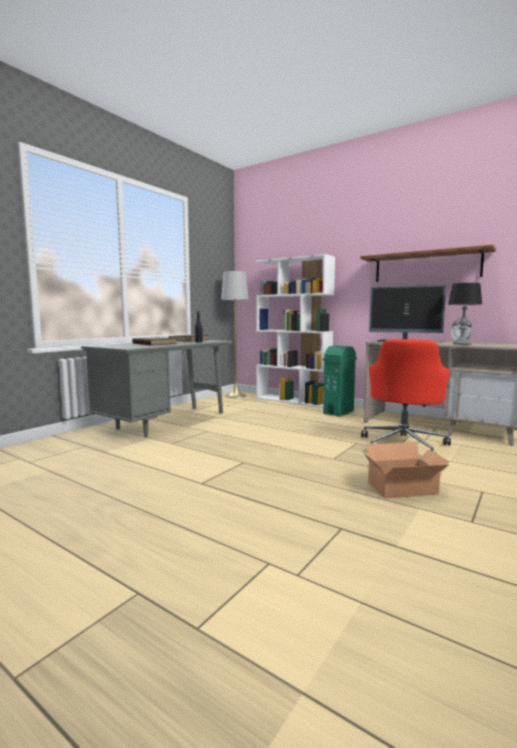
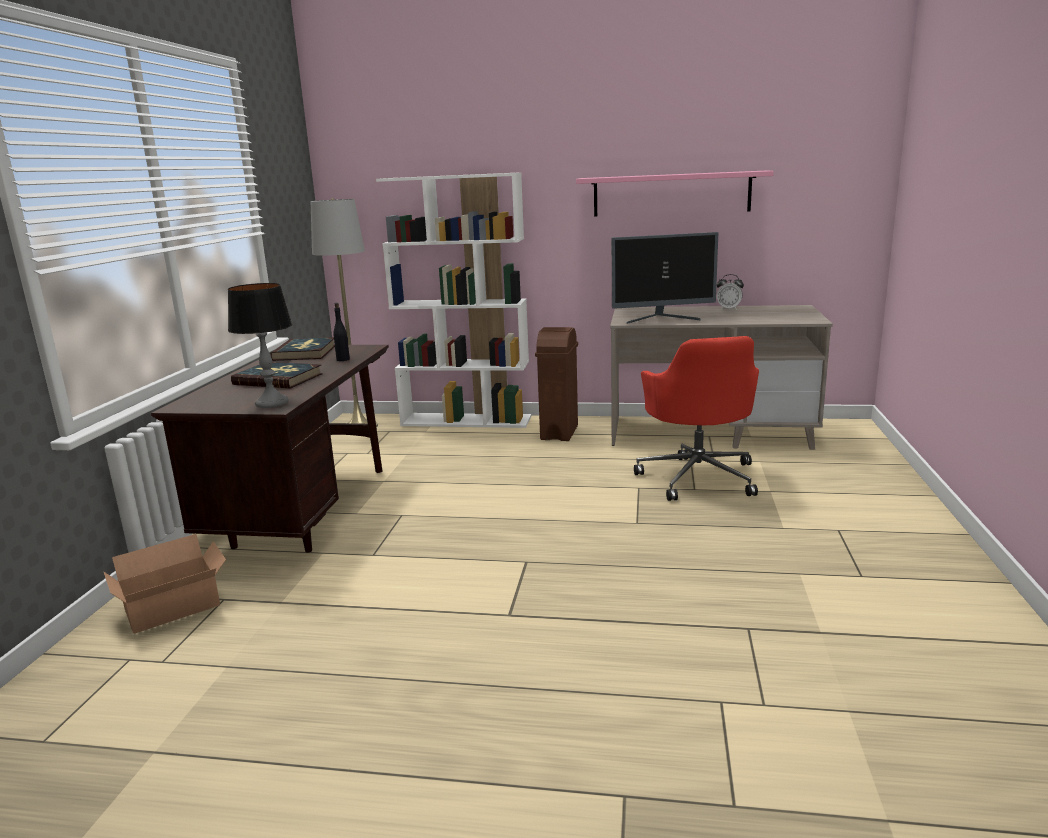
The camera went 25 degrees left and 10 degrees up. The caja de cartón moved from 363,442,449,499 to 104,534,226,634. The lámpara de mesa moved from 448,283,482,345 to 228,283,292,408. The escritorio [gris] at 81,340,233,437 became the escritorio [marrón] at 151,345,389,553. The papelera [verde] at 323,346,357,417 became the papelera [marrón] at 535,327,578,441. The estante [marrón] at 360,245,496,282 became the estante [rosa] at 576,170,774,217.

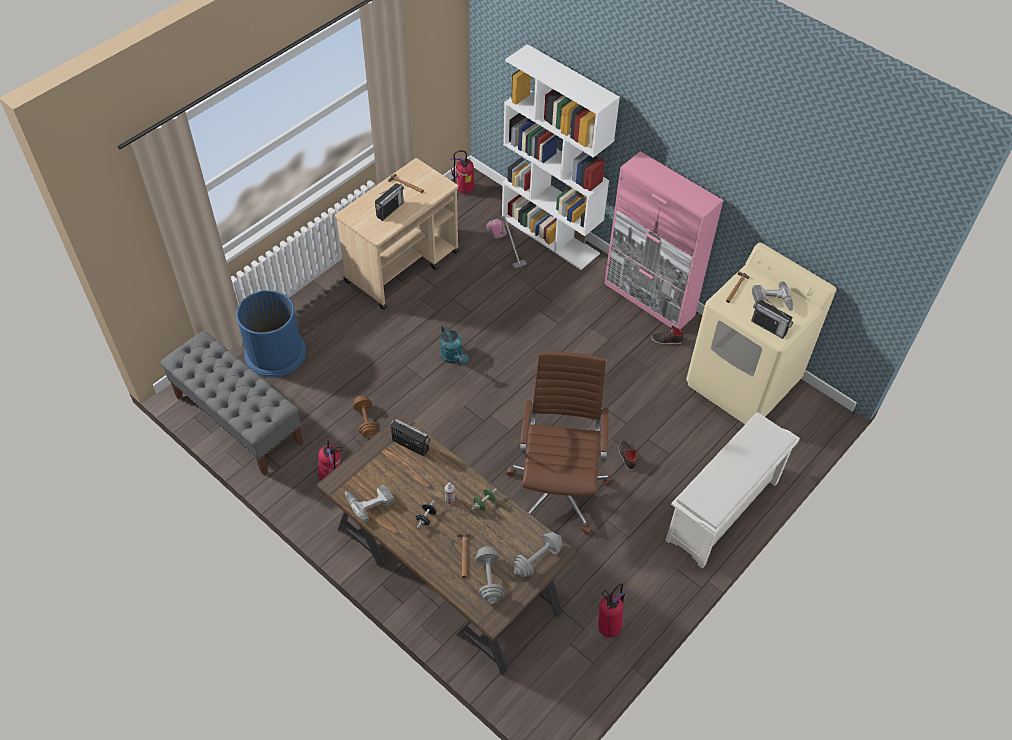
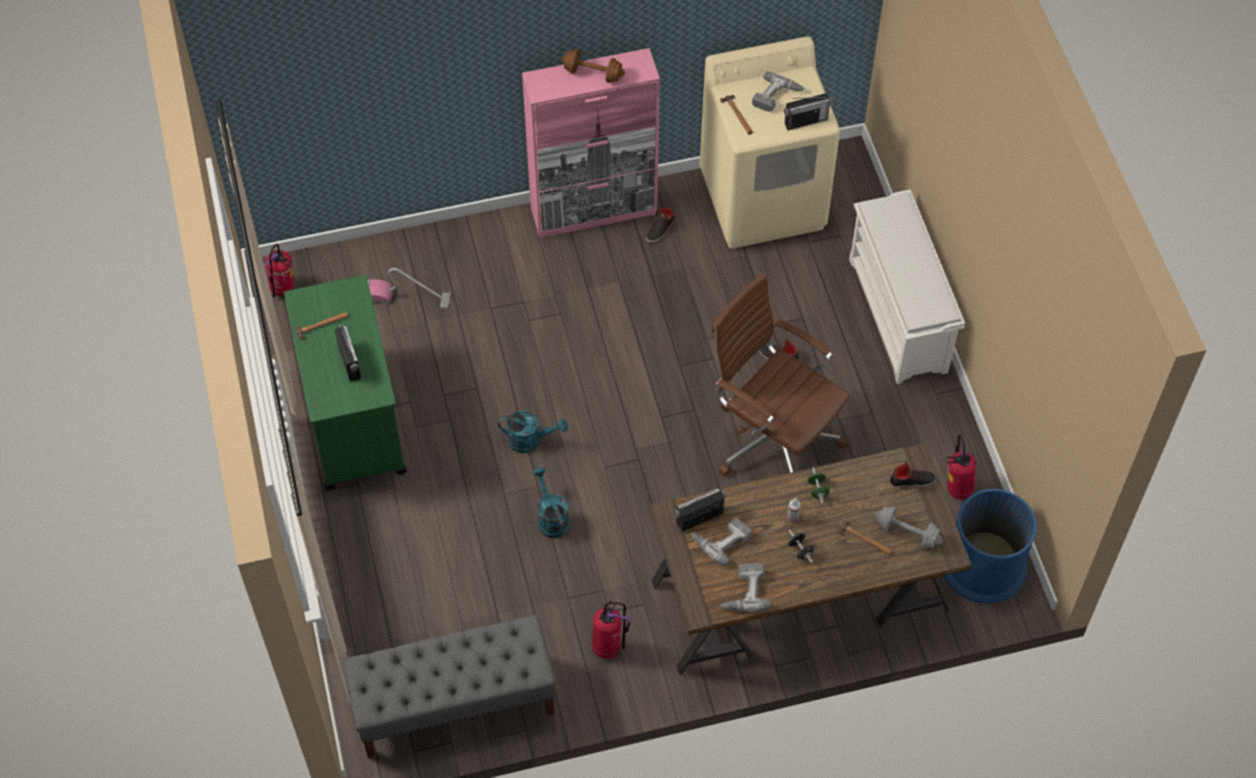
The camera went 55 degrees left and 5 degrees up. The estantería [blanco] at 502,44,620,270 disappeared. The regadera [turquesa] at 532,467,569,538 appeared. The taladro at 691,518,753,566 appeared. The papelera [azul] moved from 236,290,306,377 to 944,489,1037,604. The mancuerna [marrón] moved from 353,395,378,438 to 561,49,625,83. The mancuerna [gris] at 513,532,563,577 was replaced by the zapato [negro] at 889,461,936,488. The carrito [beis] at 335,158,459,310 became the carrito [verde] at 284,275,407,490.

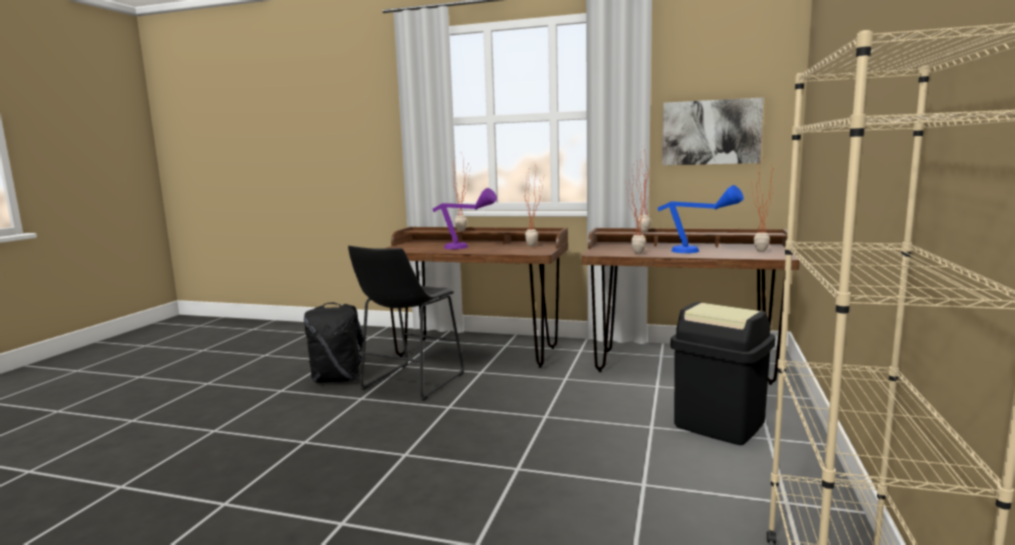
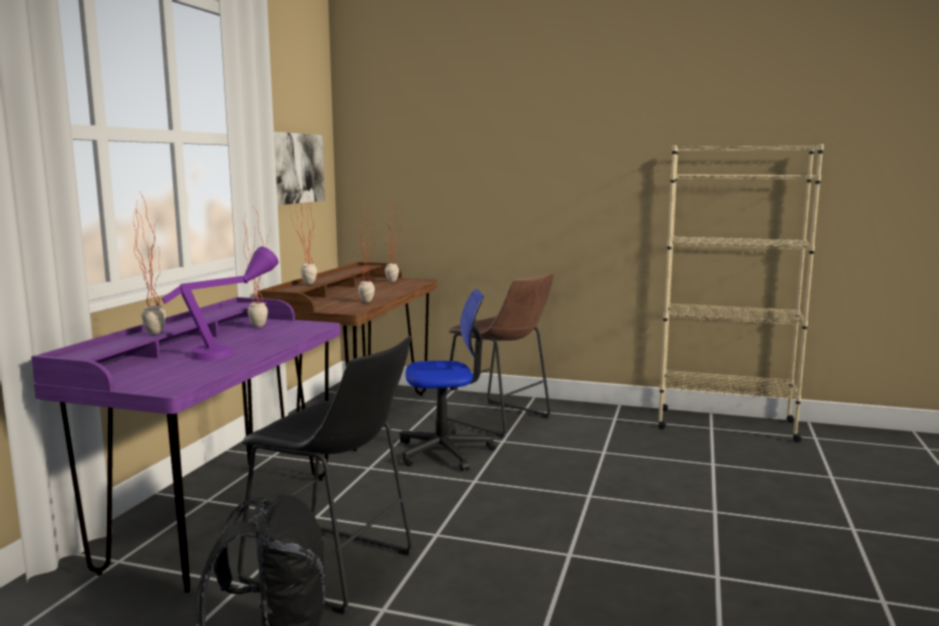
The camera went 90 degrees left and 0 degrees up. The lámpara de mesa [azul] at 658,185,744,253 disappeared. The silla de oficina at 400,289,497,471 appeared. The papelera [negro] at 670,302,776,445 was replaced by the taburete [marrón] at 446,272,554,438. The escritorio [marrón] at 386,227,568,368 became the escritorio [morado] at 31,297,341,593.

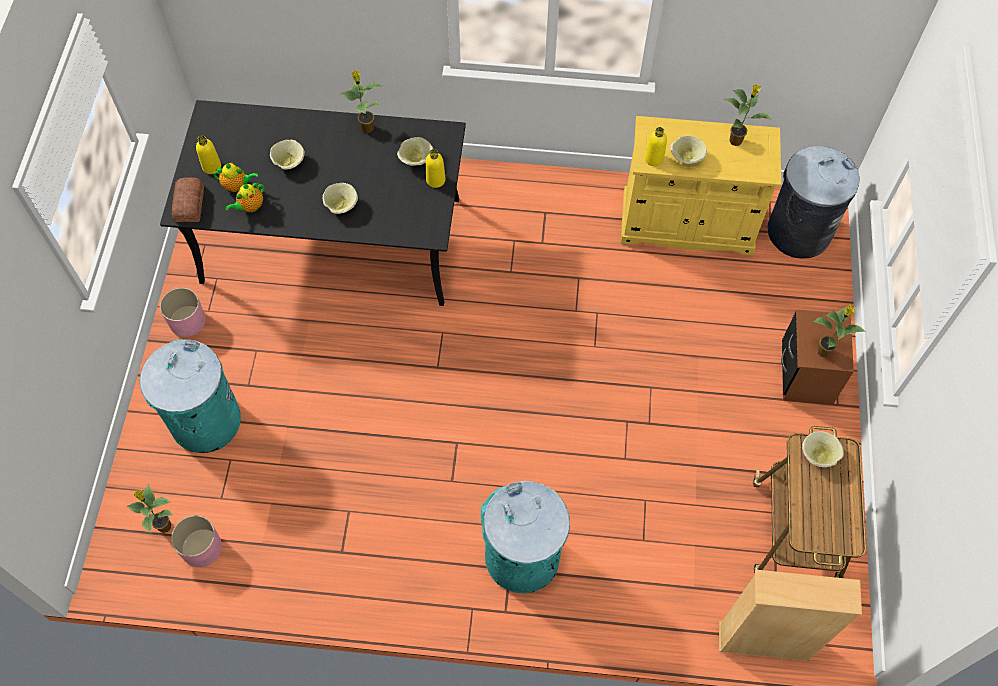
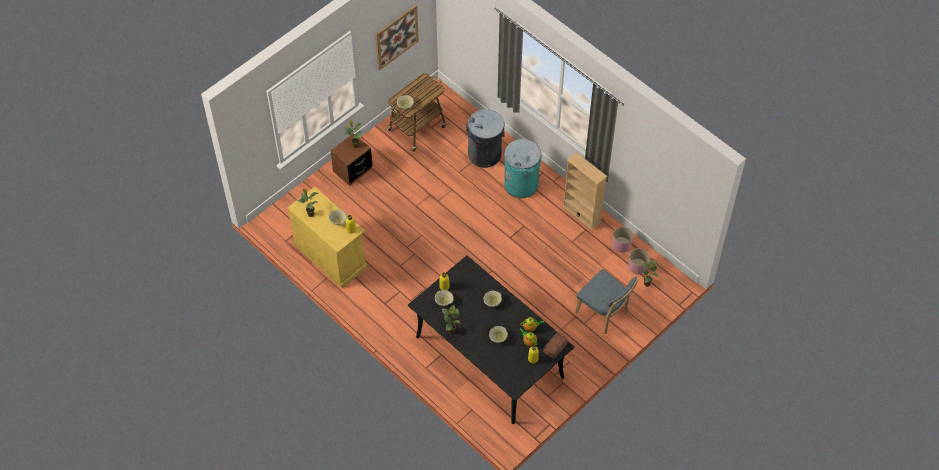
The camera went 140 degrees left and 5 degrees down. The cuadro at 375,5,419,71 appeared. The maceta [rosa] moved from 160,288,206,337 to 612,227,633,253. The estantería [beis] moved from 719,569,862,661 to 562,152,607,230. The papelera [gris] moved from 768,146,860,259 to 466,109,505,168. The papelera [turquesa] at 140,339,241,453 was replaced by the silla [azul] at 575,269,638,334.

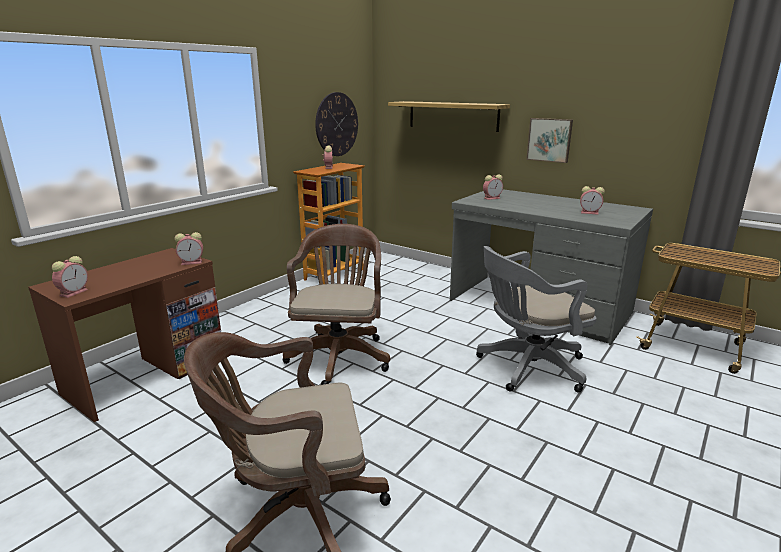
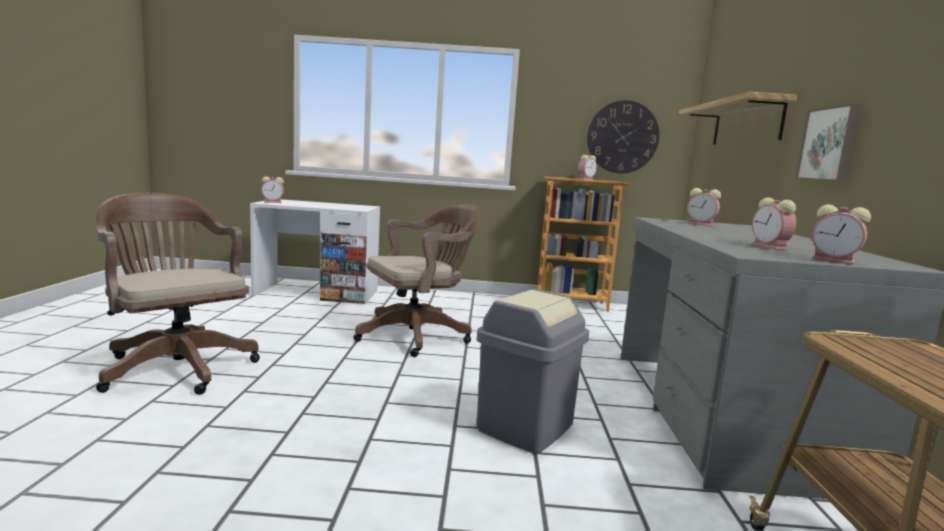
The camera went 55 degrees right and 10 degrees down. The despertador moved from 175,232,203,265 to 812,204,871,265. The silla de oficina [gris] at 476,246,596,393 was replaced by the papelera [gris] at 476,289,589,454. The escritorio [marrón] at 28,248,221,422 became the escritorio [blanco] at 250,199,380,304.

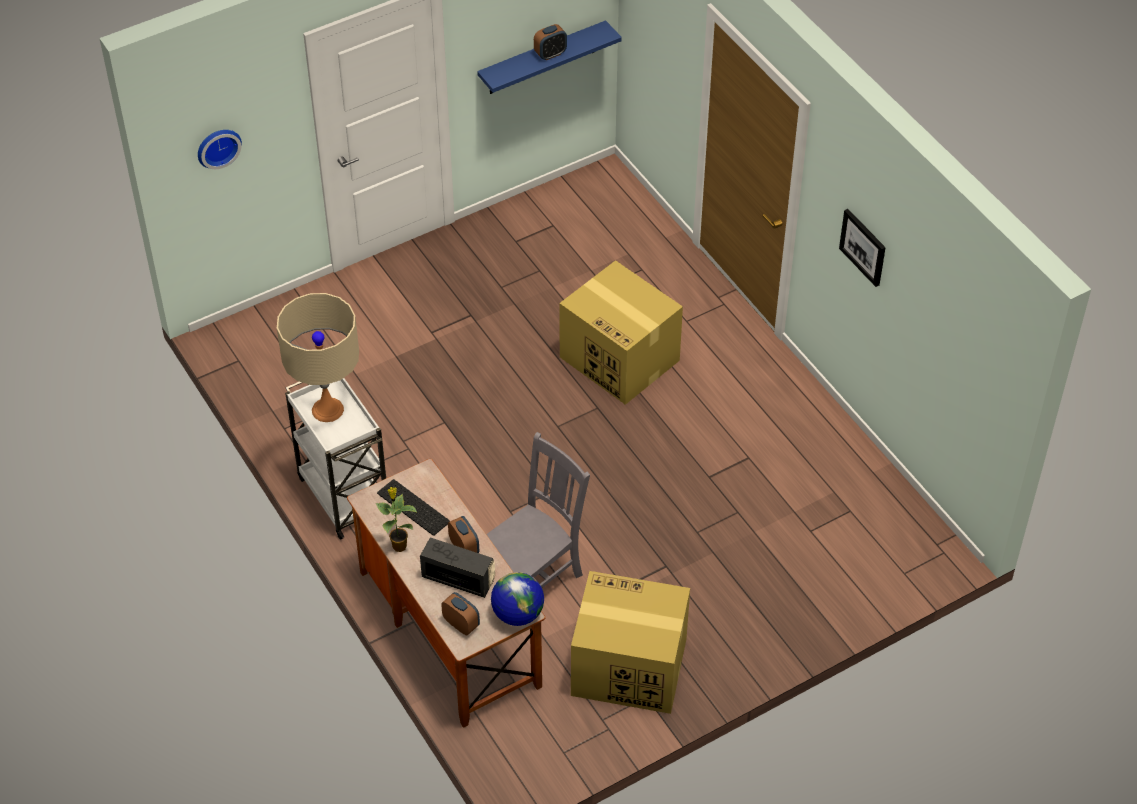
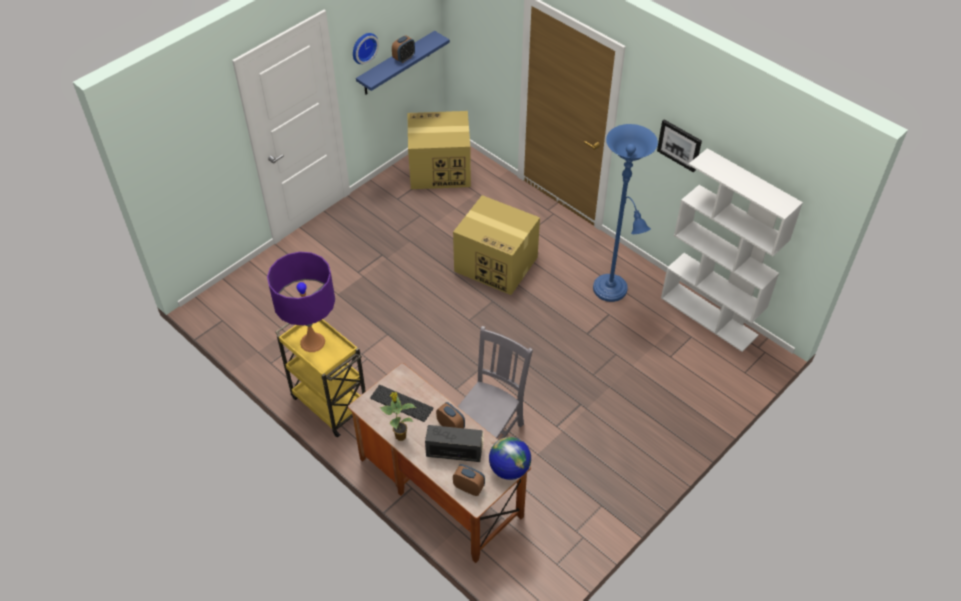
The camera went 15 degrees left and 0 degrees up. The lámpara de pie [azul] at 593,124,658,302 appeared. The estantería [blanco] at 661,148,803,352 appeared. The reloj de pared moved from 198,130,242,169 to 353,33,379,64. The caja de cartón moved from 571,571,690,714 to 408,111,471,189. The lámpara de mesa [beis] at 277,293,359,422 became the lámpara de mesa [morado] at 267,252,335,352. The carrito [blanco] at 285,378,386,540 became the carrito [amarillo] at 275,319,366,437.

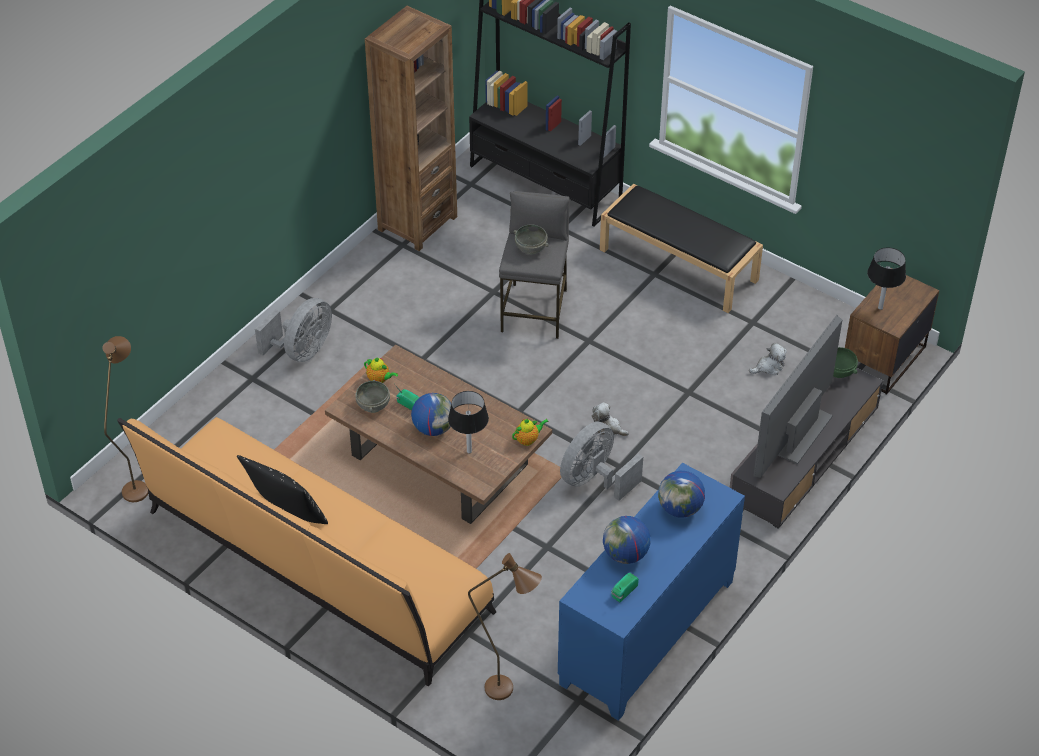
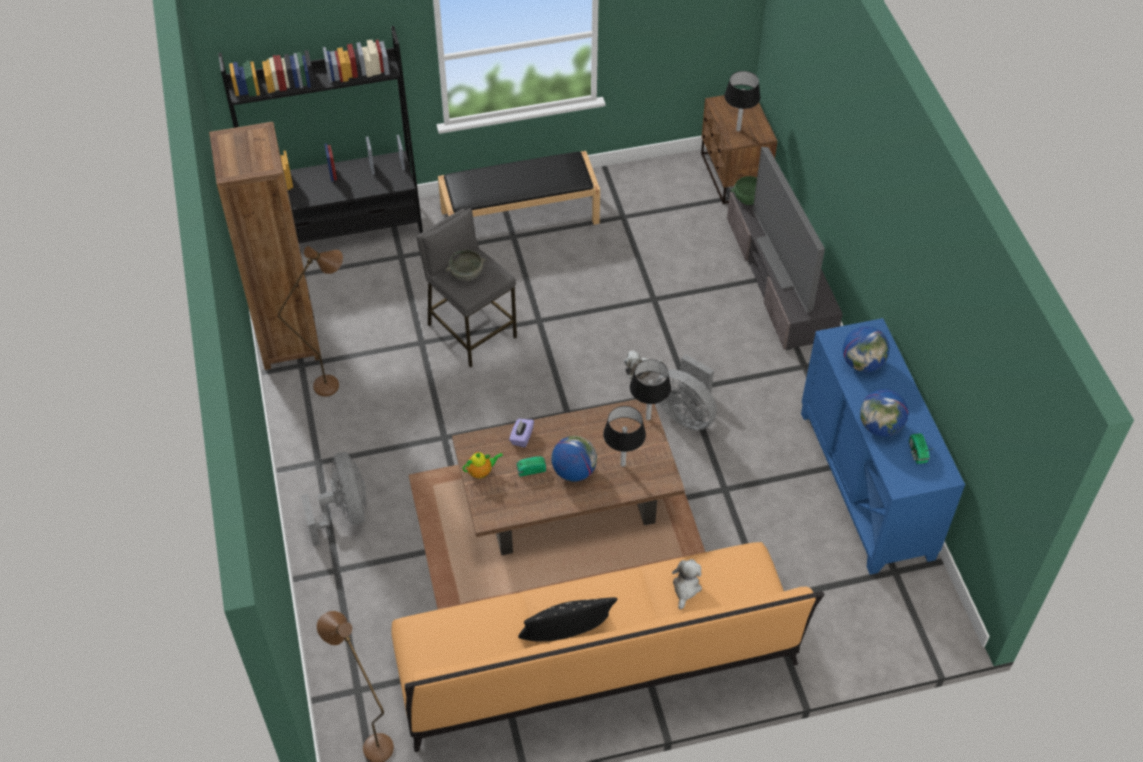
The camera went 50 degrees left and 5 degrees up. The cuenco [gris] at 355,380,390,413 disappeared. The caja de pañuelos [morado] at 509,418,534,448 appeared. The lámpara de pie [marrón] moved from 468,553,542,700 to 278,246,343,396. The peluche moved from 749,343,787,375 to 672,559,702,610. The tetera at 512,419,549,446 was replaced by the lámpara de mesa [negro] at 630,359,671,420. The ventilador [gris] at 560,421,643,501 turned 45 degrees counterclockwise.

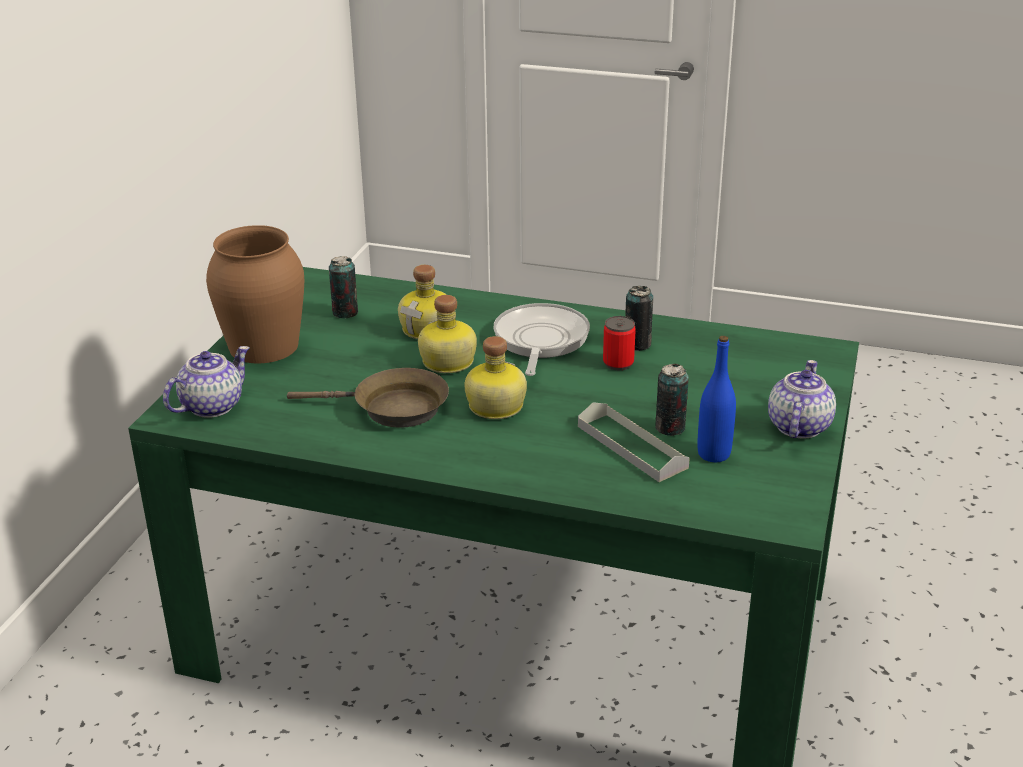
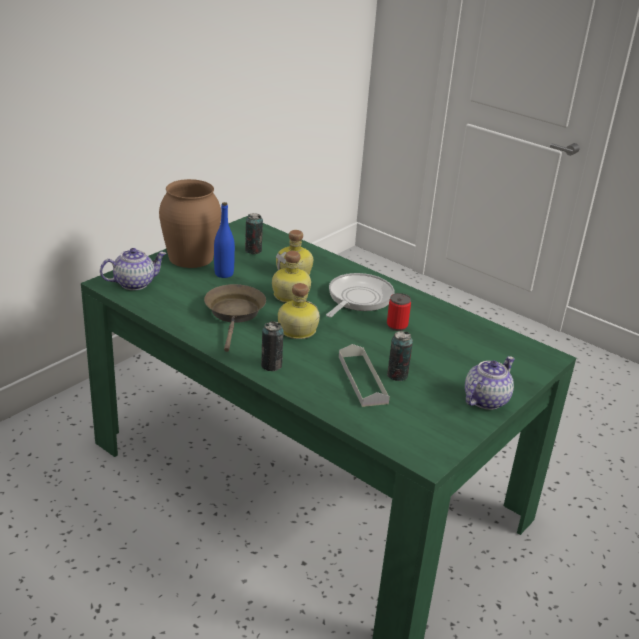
The camera went 20 degrees right and 0 degrees up. The lata moved from 625,286,653,351 to 261,321,284,371. The botella [azul] moved from 697,336,736,462 to 214,202,235,278. The sartén [marrón] at 287,368,449,428 turned 120 degrees counterclockwise.

